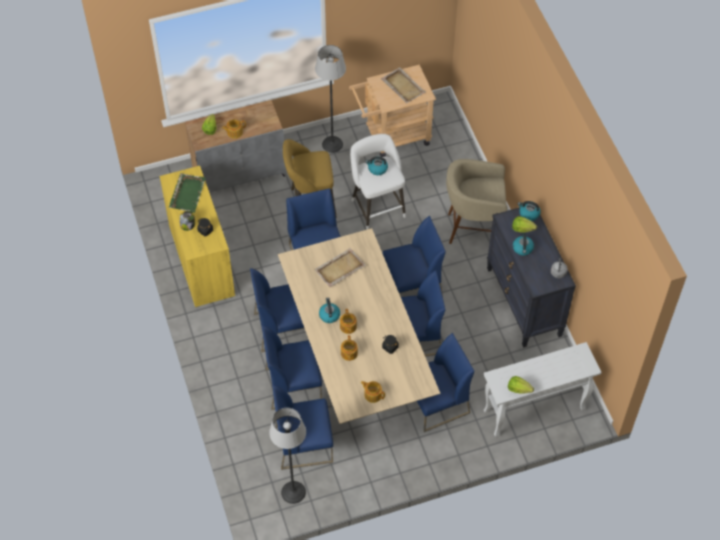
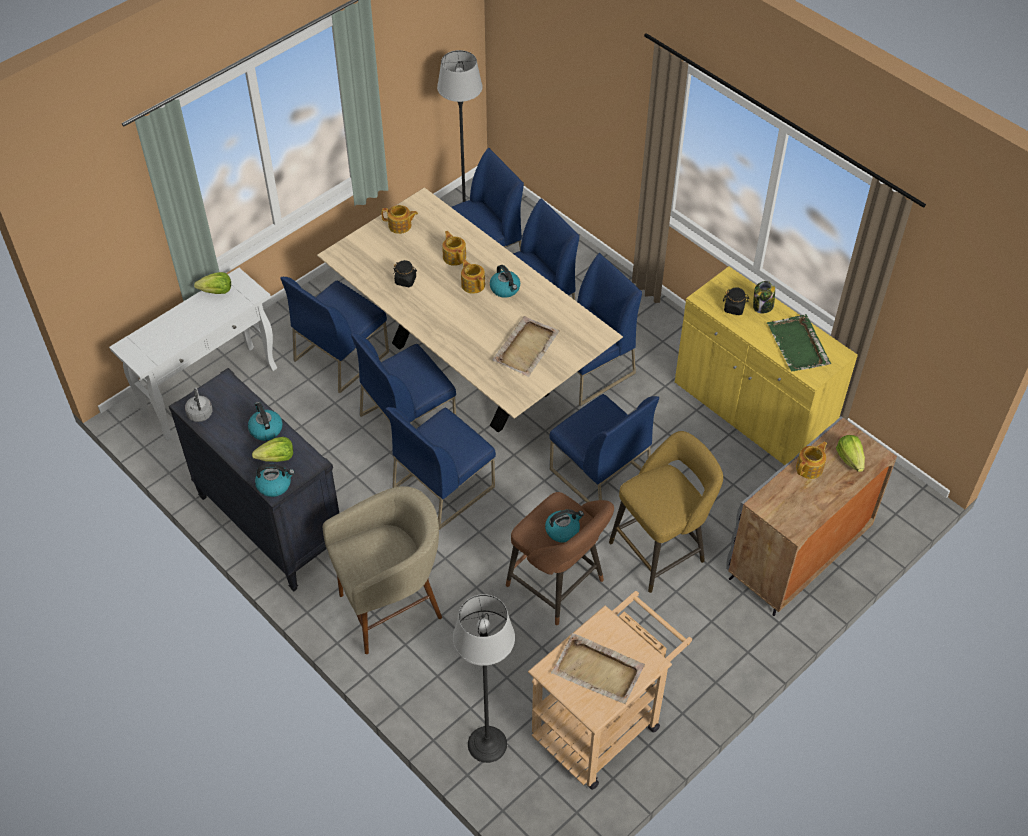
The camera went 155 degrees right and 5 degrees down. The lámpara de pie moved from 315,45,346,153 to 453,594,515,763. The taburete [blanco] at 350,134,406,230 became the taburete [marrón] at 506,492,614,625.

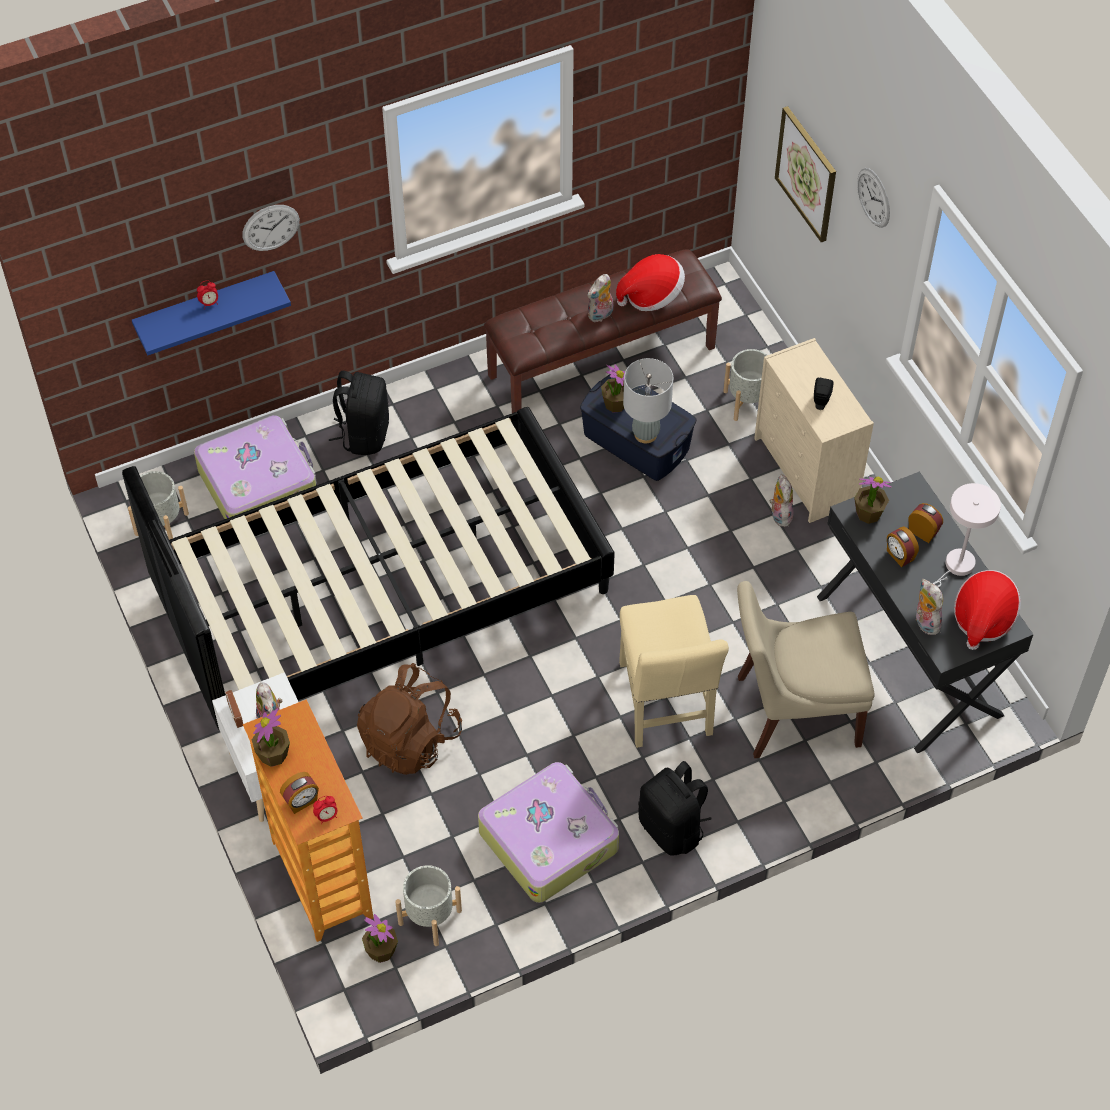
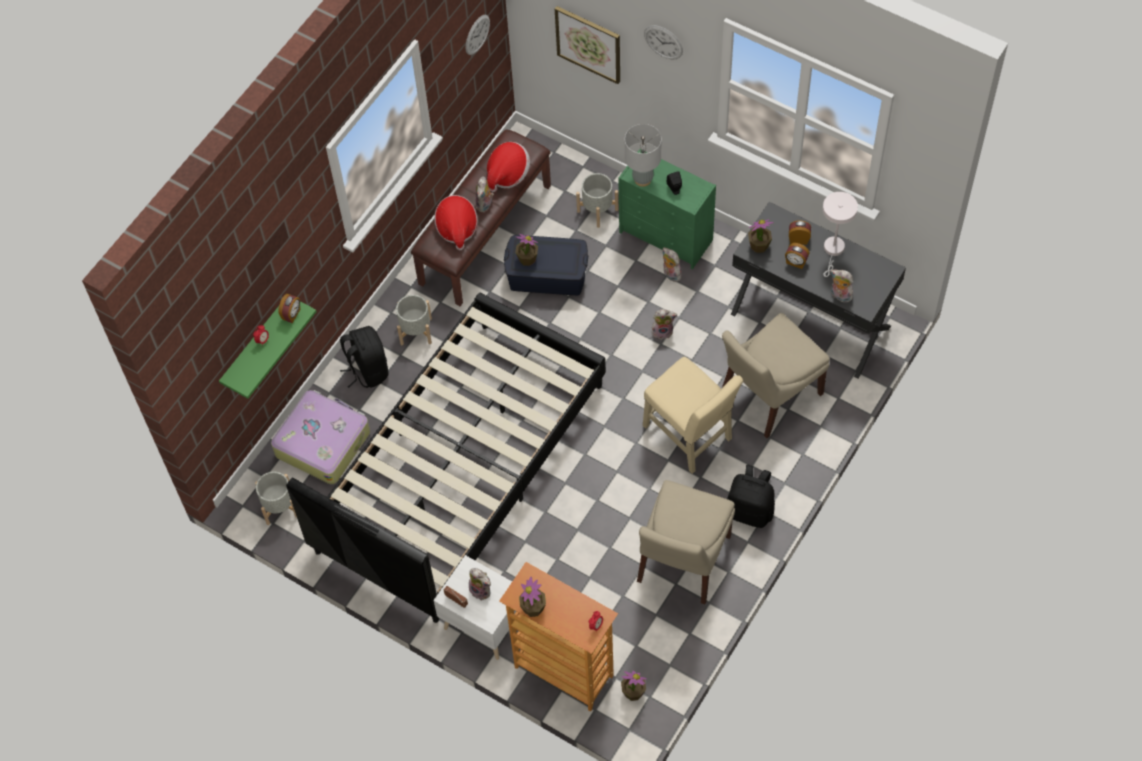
The camera went 30 degrees left and 5 degrees up. The mochila [marrón] at 357,663,462,775 disappeared. The peluche at 652,309,677,340 appeared. The reloj de pared moved from 242,205,300,251 to 466,15,490,55. The despertador moved from 280,772,319,814 to 278,294,300,323. The maceta [gris] moved from 395,865,462,946 to 396,295,432,345. The lámpara de mesa [gris] moved from 623,358,673,443 to 625,124,662,187. The sombrero moved from 954,570,1021,650 to 434,195,478,250. The maleta at 478,762,619,903 was replaced by the silla [beis] at 637,480,735,604. The estante [azul] at 132,271,291,355 became the estante [verde] at 219,301,317,399. The cómoda [beis] at 754,338,874,523 became the cómoda [verde] at 618,148,716,269.

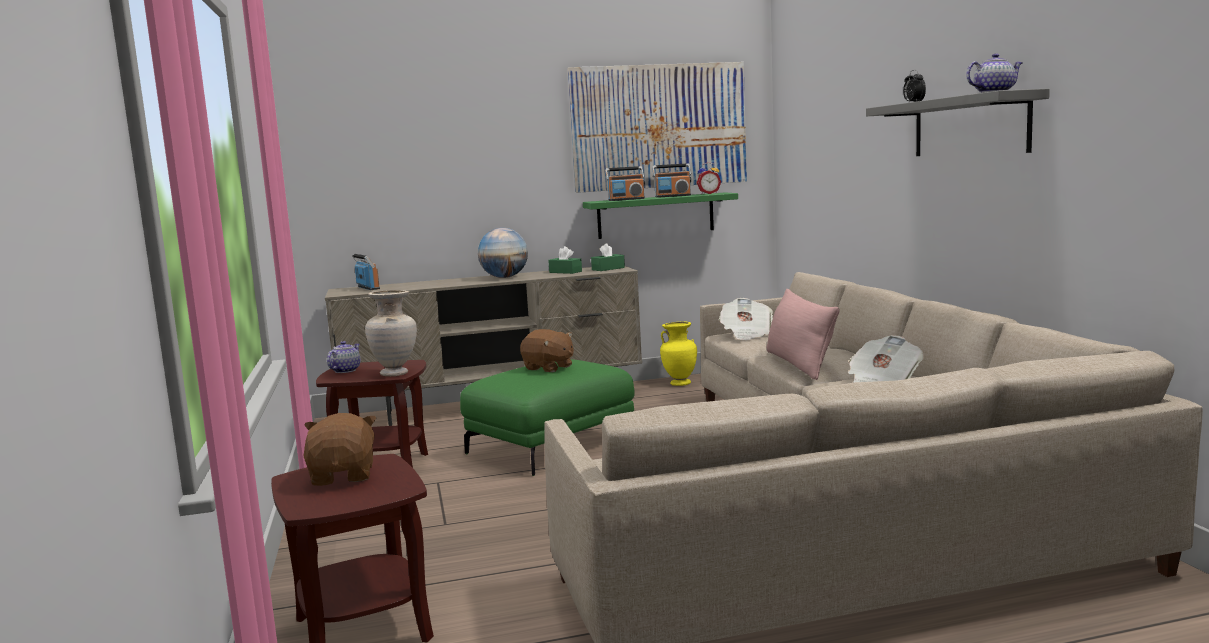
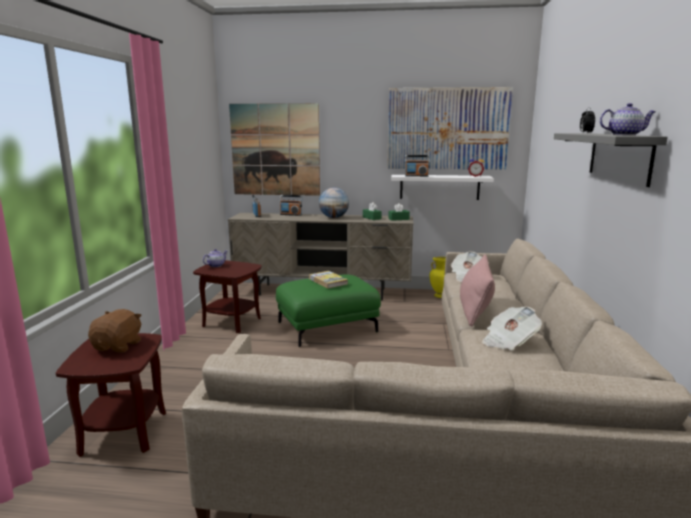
The camera went 20 degrees right and 5 degrees up. The florero [beis] at 365,290,417,376 disappeared. The cuadro at 229,103,320,196 appeared. The radio moved from 652,163,691,198 to 280,195,303,216. The peluche [marrón] at 520,329,574,372 was replaced by the libro at 309,271,348,289. The estante [verde] at 583,192,738,239 became the estante [blanco] at 391,175,494,200.

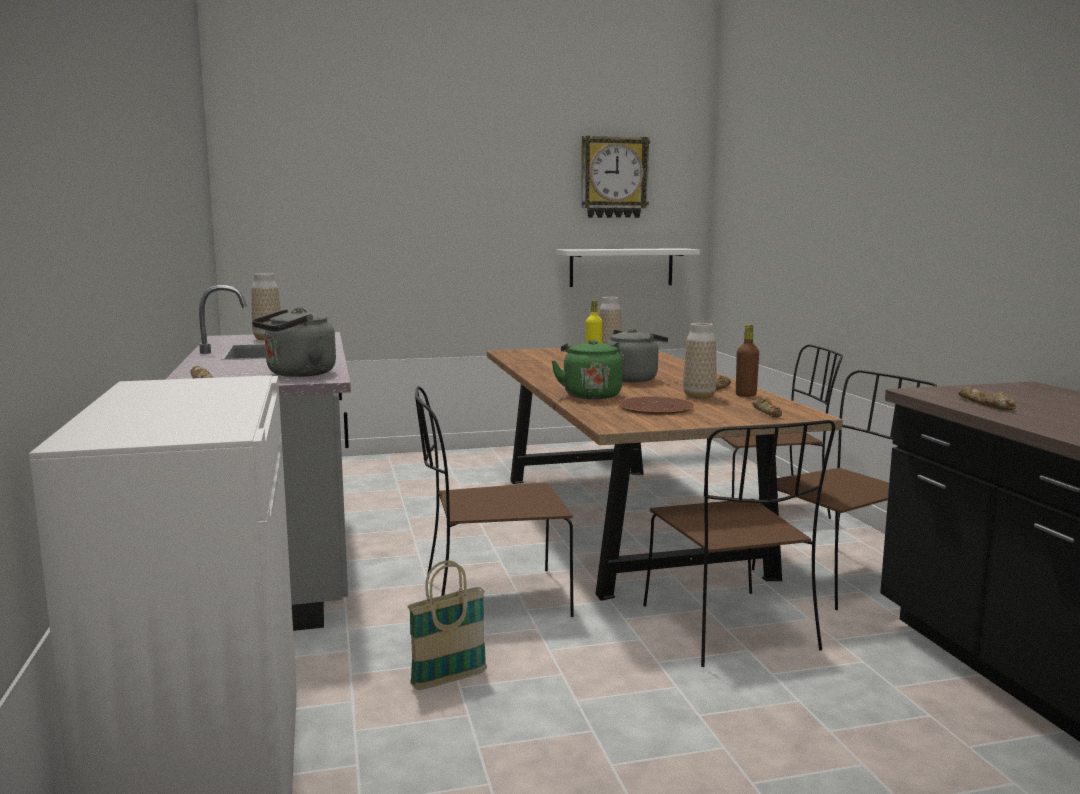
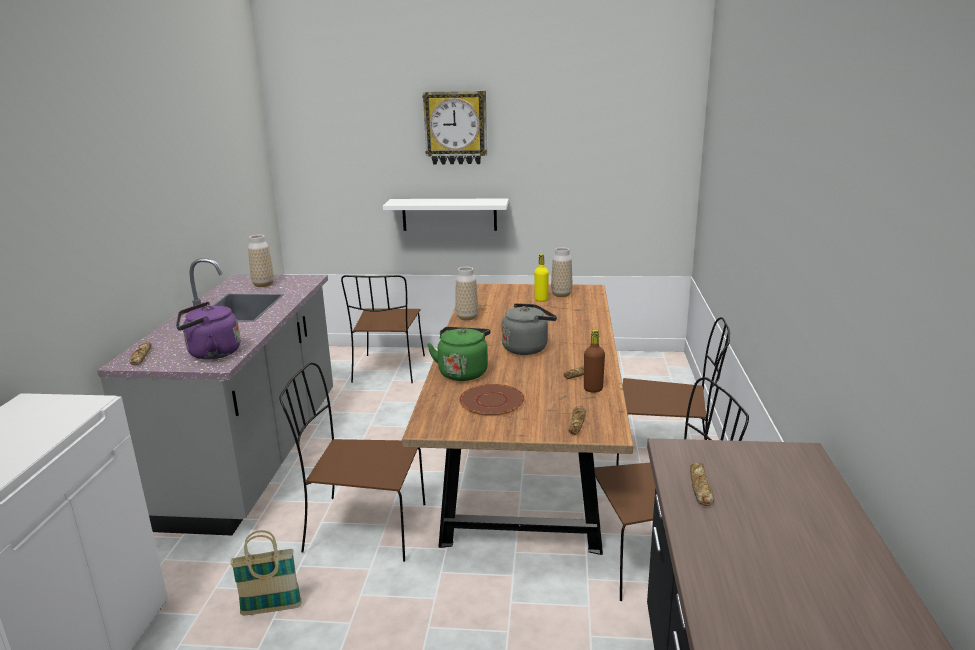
The camera went 20 degrees right and 10 degrees up. The estante [blanco] moved from 556,248,700,287 to 383,199,509,231. The reloj de pared moved from 581,136,650,218 to 422,91,487,165. The silla [marrón] moved from 643,420,835,667 to 341,275,425,383. The florero moved from 683,323,717,399 to 455,267,478,321. The hervidor [gris] at 252,307,336,377 became the hervidor [morado] at 176,302,240,360.

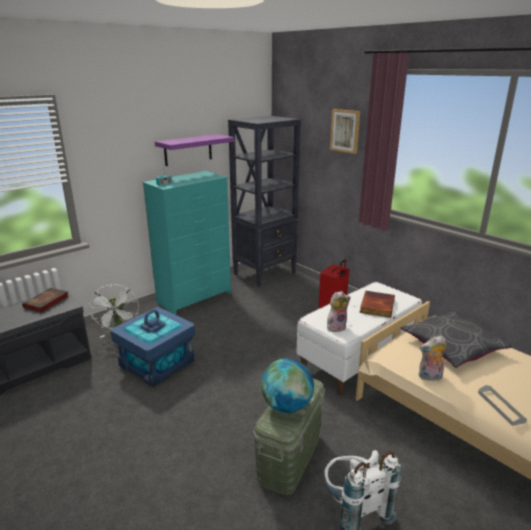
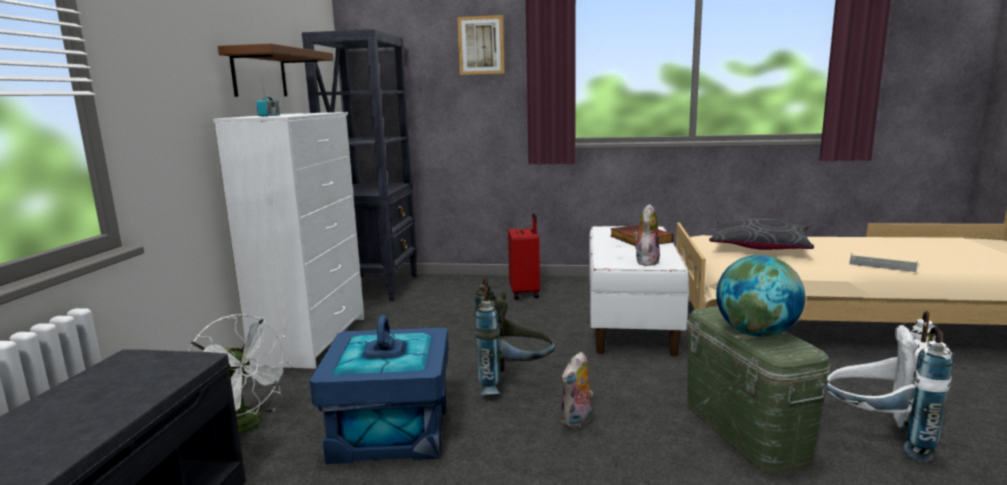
The camera went 40 degrees left and 10 degrees down. The libro at 22,288,69,313 disappeared. The mochila [gris] at 475,278,555,395 appeared. The peluche moved from 419,336,446,381 to 561,352,593,428. The cómoda [turquesa] at 143,171,231,315 became the cómoda [blanco] at 213,112,364,369. The estante [morado] at 155,134,234,166 became the estante [marrón] at 218,43,334,97.

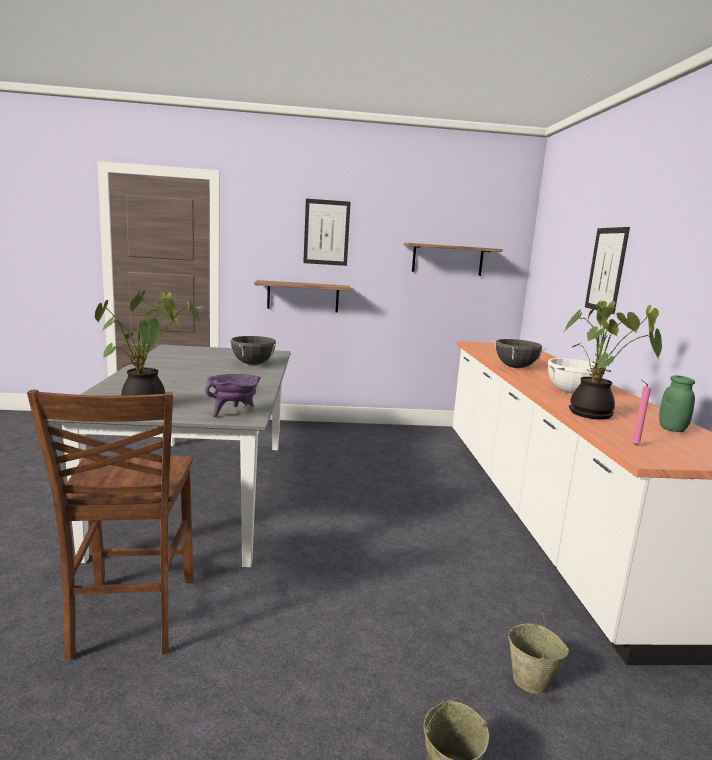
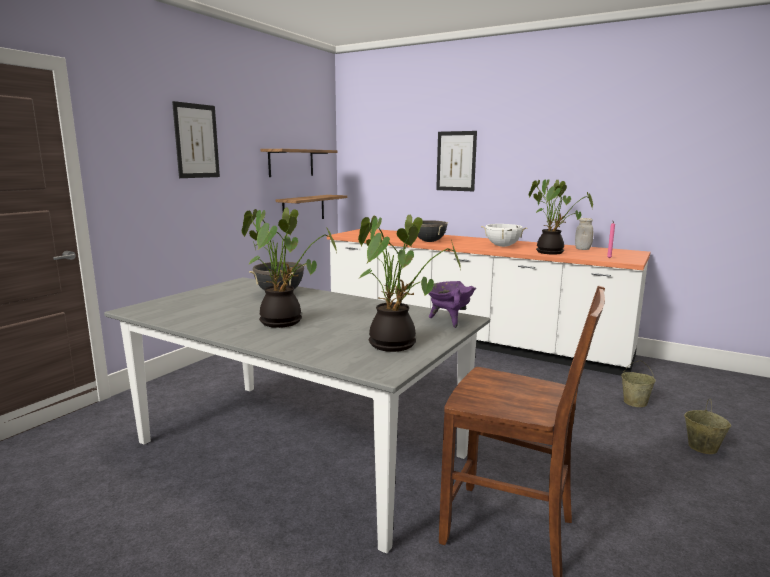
The camera went 55 degrees left and 0 degrees up. The planta en maceta at 242,207,337,328 appeared. The estante moved from 254,280,351,313 to 276,195,347,219. The tarro [verde] at 659,375,695,432 became the tarro [blanco] at 575,218,593,250.

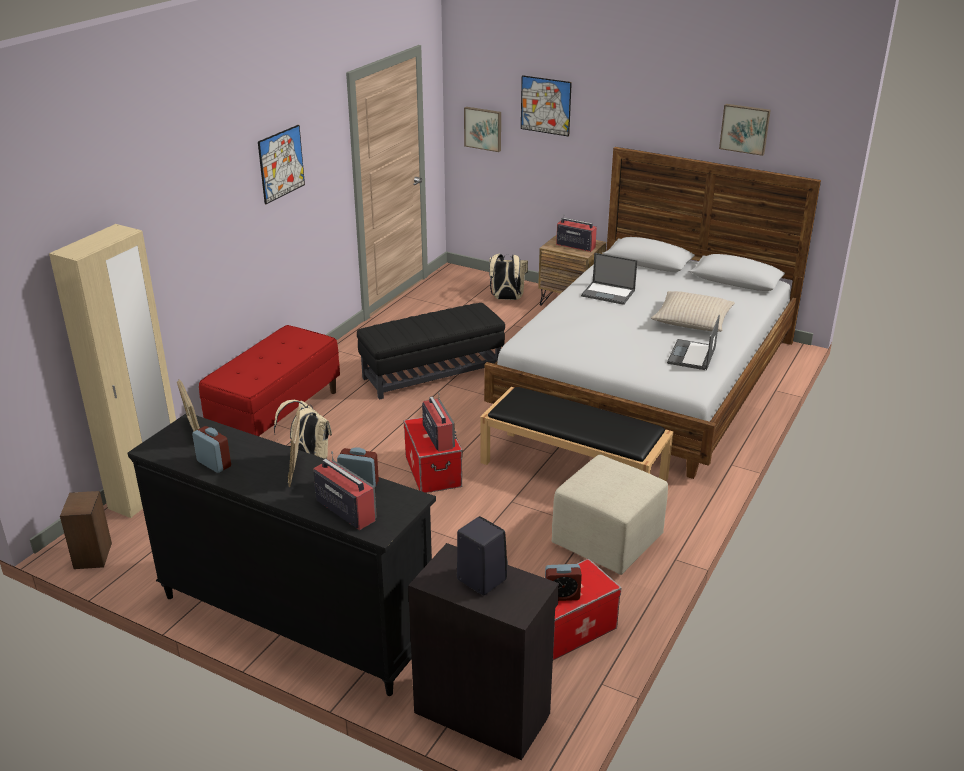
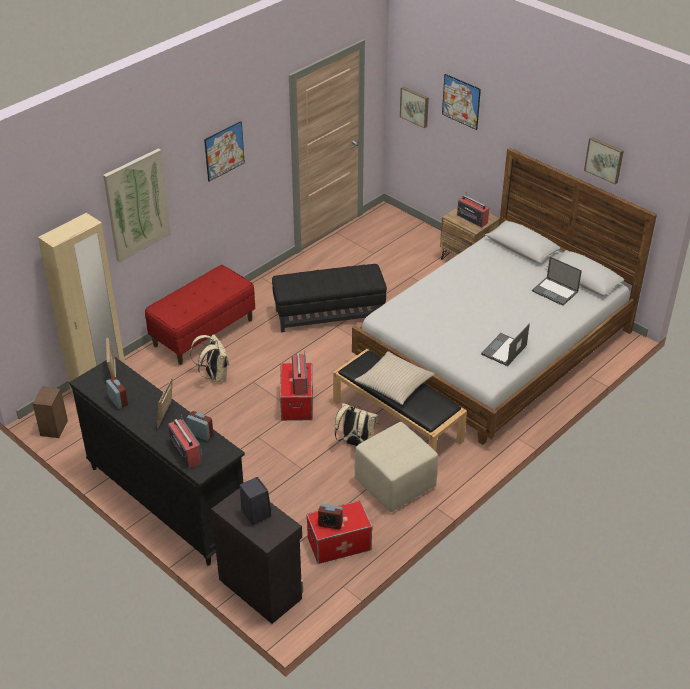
The camera went 15 degrees right and 10 degrees up. The cuadro at 103,148,171,262 appeared. The mochila [beis] moved from 489,254,528,300 to 335,403,379,446. The portátil moved from 581,253,637,305 to 532,257,582,306. The cojín [beis] moved from 651,291,735,332 to 355,351,435,405.

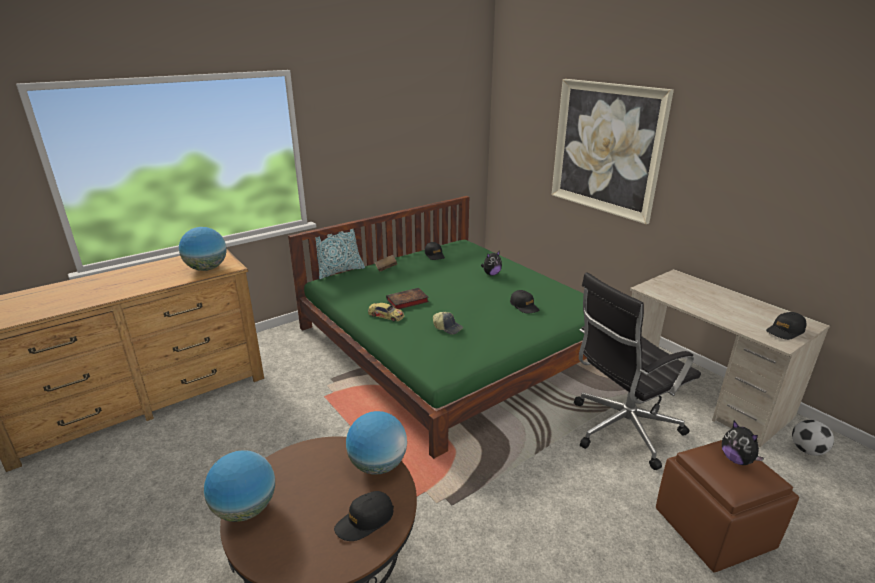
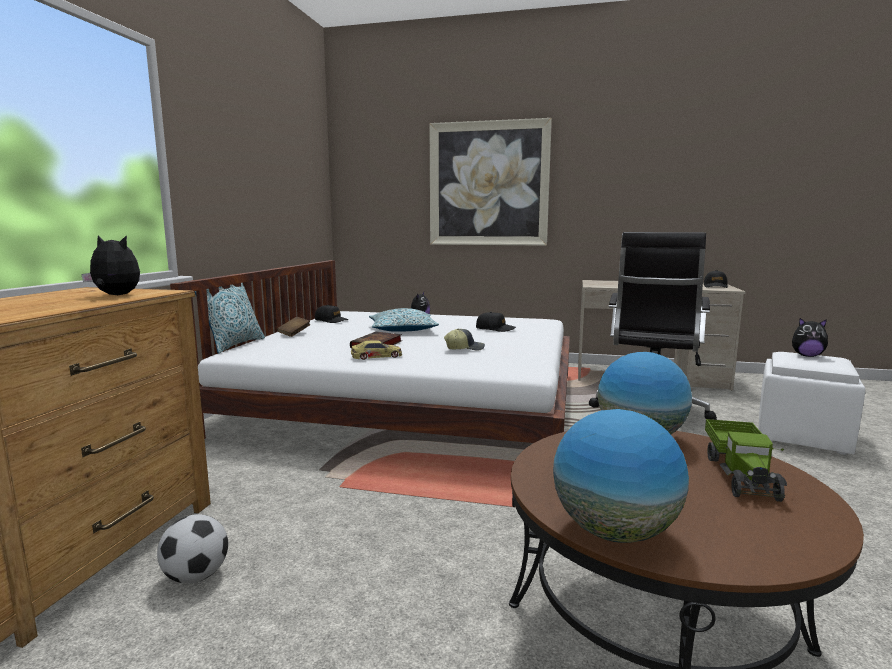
The camera went 40 degrees left and 15 degrees down. The cojín at 369,308,439,332 appeared. The balón de fútbol moved from 792,420,834,456 to 157,514,228,584. The globo terráqueo at 179,227,227,271 was replaced by the peluche at 81,235,140,295. The gorra [negro] at 334,491,394,541 was replaced by the camión de juguete at 705,419,787,502. The cama [verde] at 288,196,587,459 became the cama [blanco] at 170,260,570,443. The puf [marrón] at 656,440,799,572 became the puf [blanco] at 758,352,865,455.

